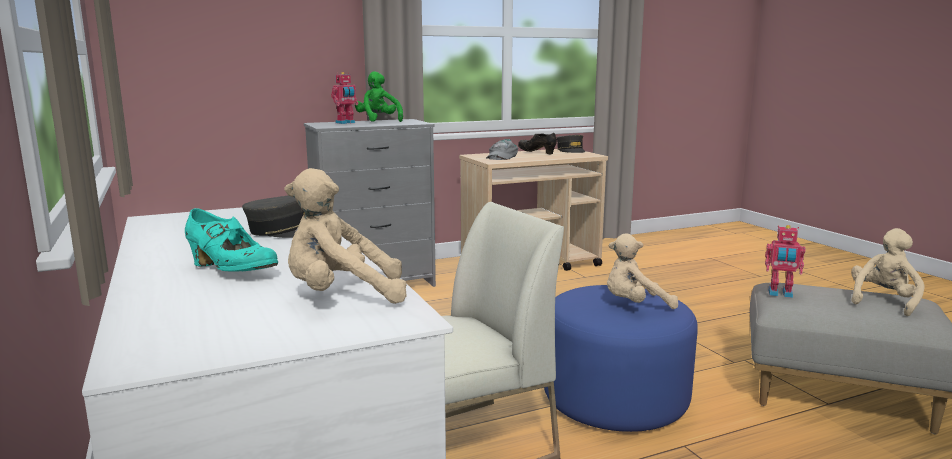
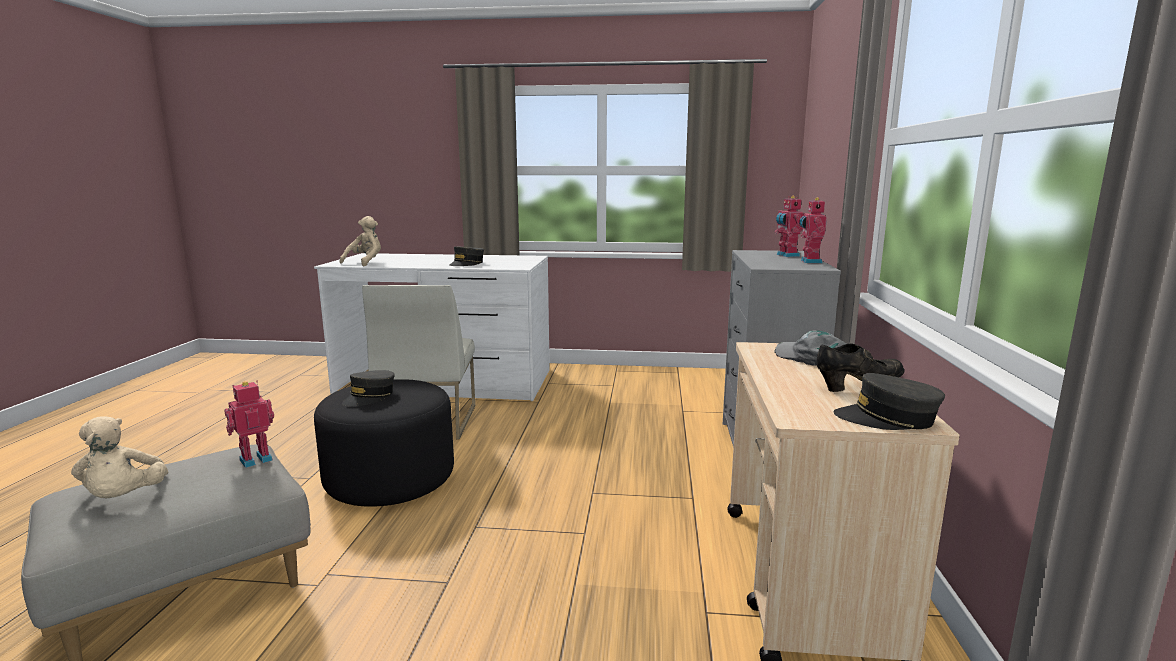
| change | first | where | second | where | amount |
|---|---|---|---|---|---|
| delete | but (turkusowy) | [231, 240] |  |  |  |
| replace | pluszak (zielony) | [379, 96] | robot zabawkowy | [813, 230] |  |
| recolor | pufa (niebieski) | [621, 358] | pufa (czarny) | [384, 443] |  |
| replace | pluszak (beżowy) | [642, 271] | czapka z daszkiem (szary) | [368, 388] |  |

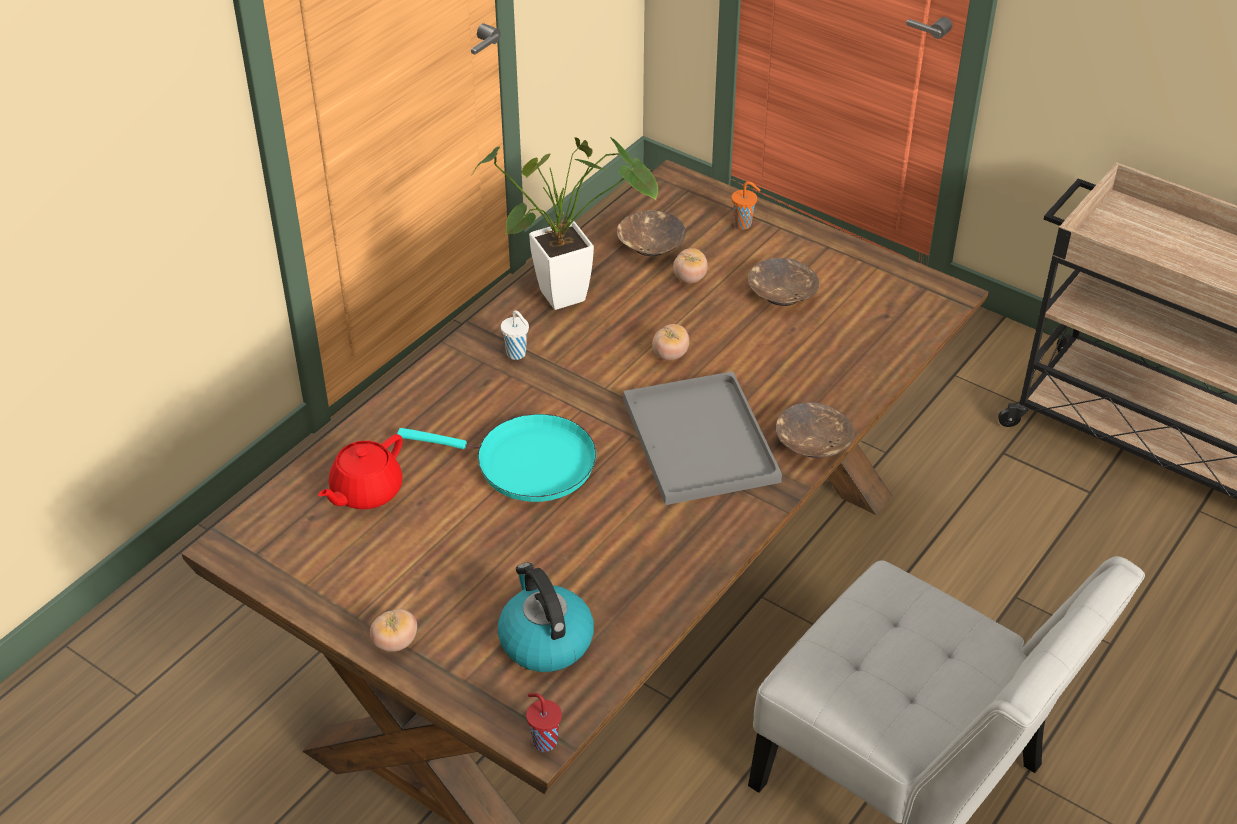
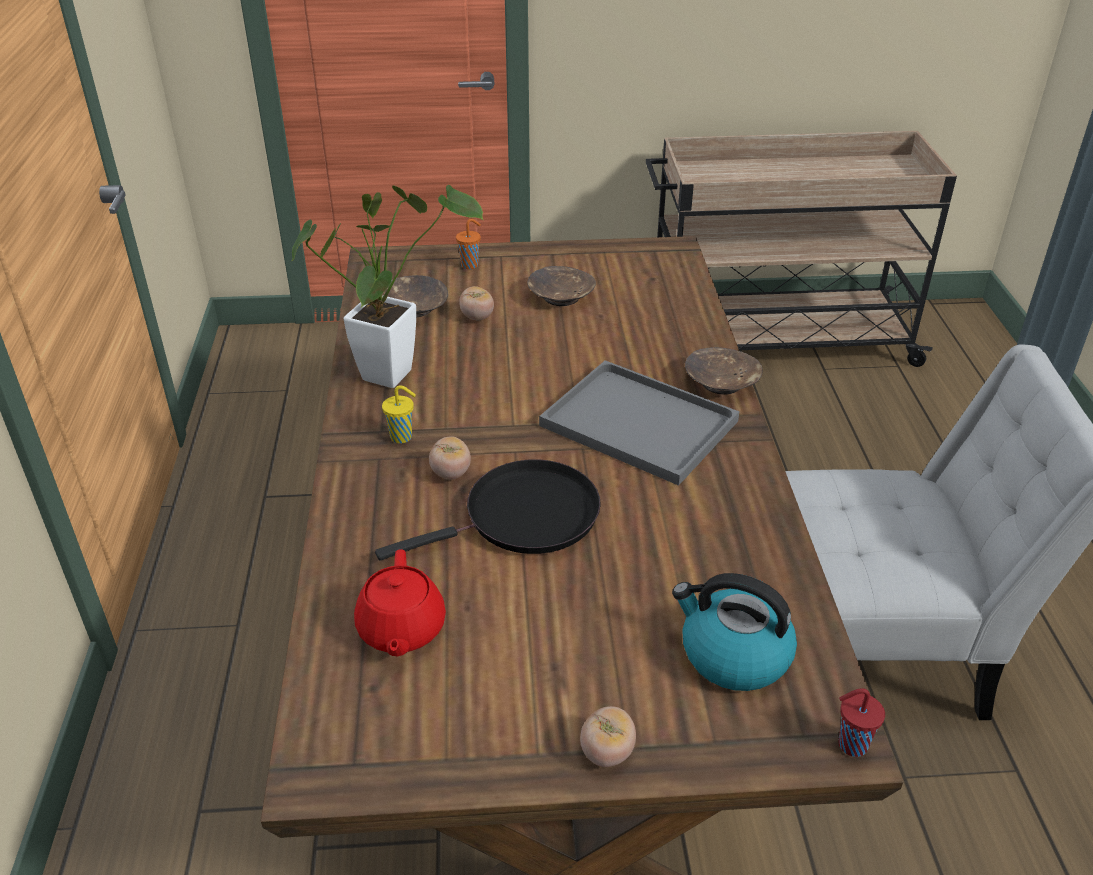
| change | first | where | second | where | amount |
|---|---|---|---|---|---|
| recolor | patelnia (turkusowy) | [496, 458] | patelnia (czarny) | [488, 510] |  |
| recolor | filiżanka (biały) | [515, 335] | filiżanka (żółty) | [399, 414] |  |
| move | pomidor | [670, 342] |  | [450, 458] |  |

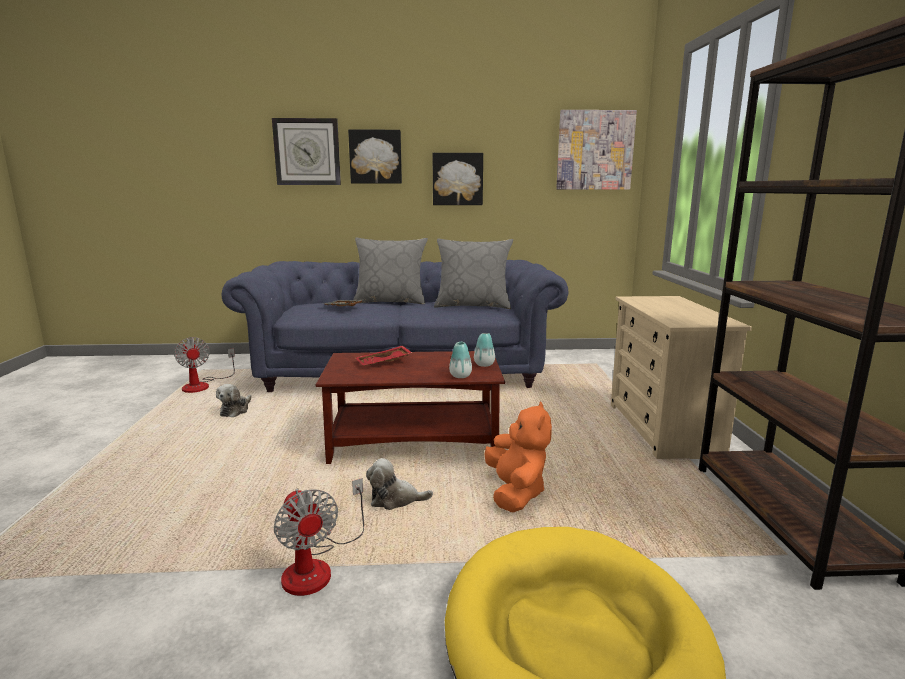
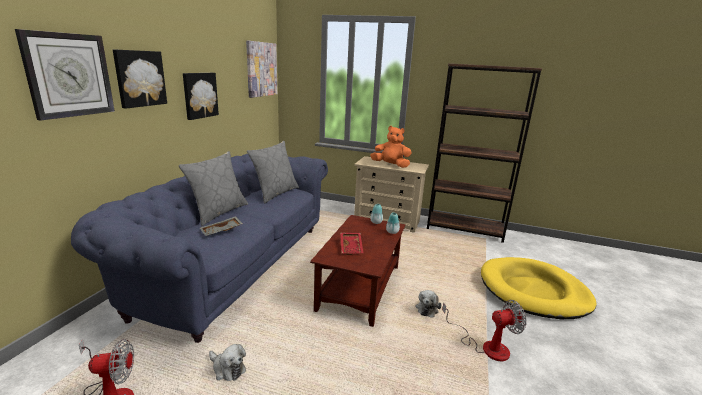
| change | first | where | second | where | amount |
|---|---|---|---|---|---|
| move | pluszak (pomarańczowy) | [518, 457] |  | [391, 147] |  |

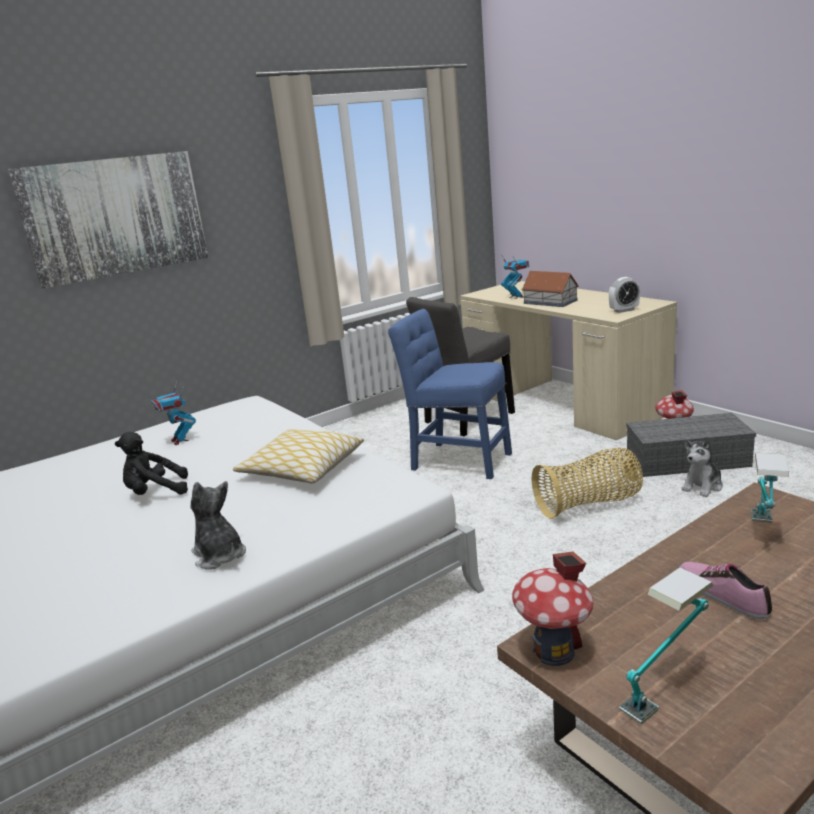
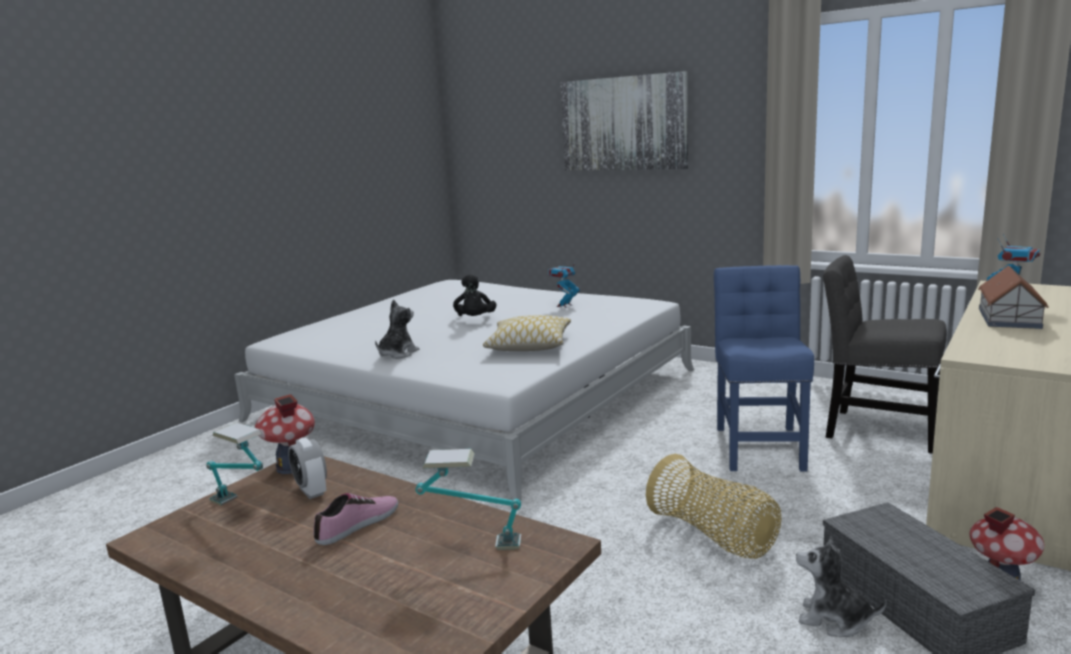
| change | first | where | second | where | amount |
|---|---|---|---|---|---|
| rotate | pluszak (czarny) | [151, 463] |  | [474, 295] | 150 degrees counterclockwise |
| move | budzik | [624, 295] |  | [307, 468] |  |

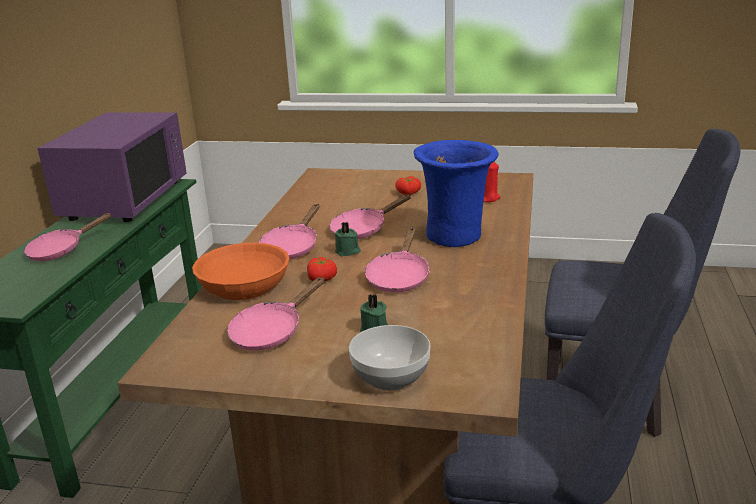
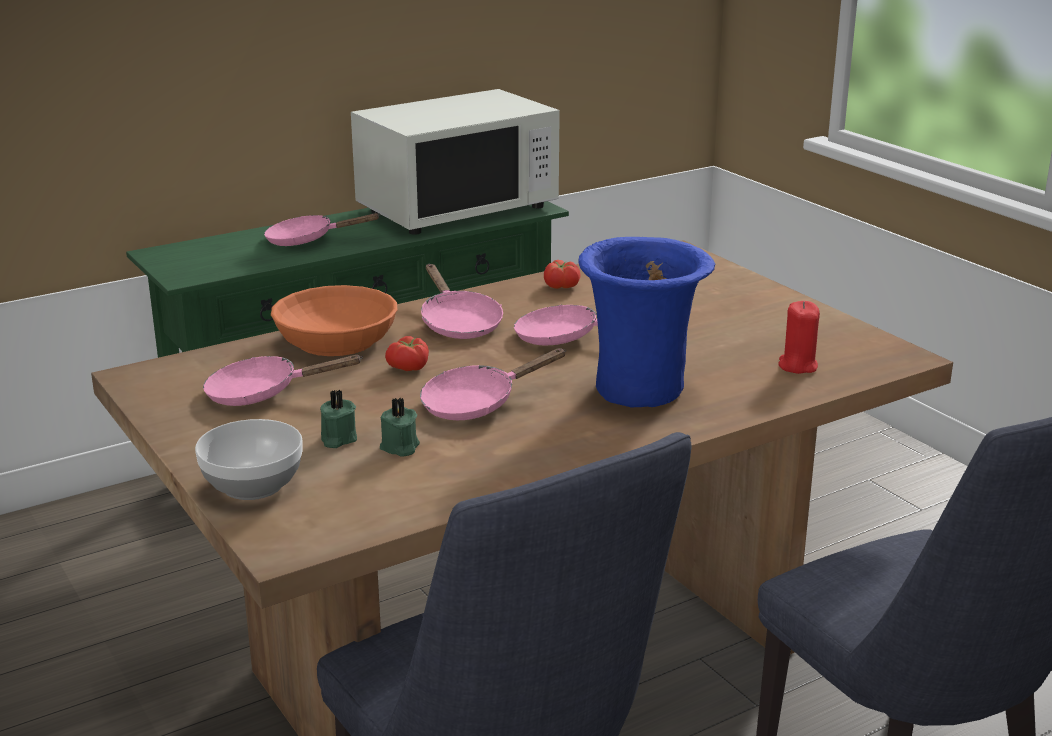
| change | first | where | second | where | amount |
|---|---|---|---|---|---|
| recolor | mikrofalówka (fioletowy) | [112, 167] | mikrofalówka (biały) | [455, 162] |  |
| rotate | patelnia (różowy) | [289, 231] |  | [462, 301] | 90 degrees counterclockwise |
| move | świeca (zielony) | [348, 239] |  | [400, 427] |  |
| move | pomidor | [408, 185] |  | [562, 274] |  |

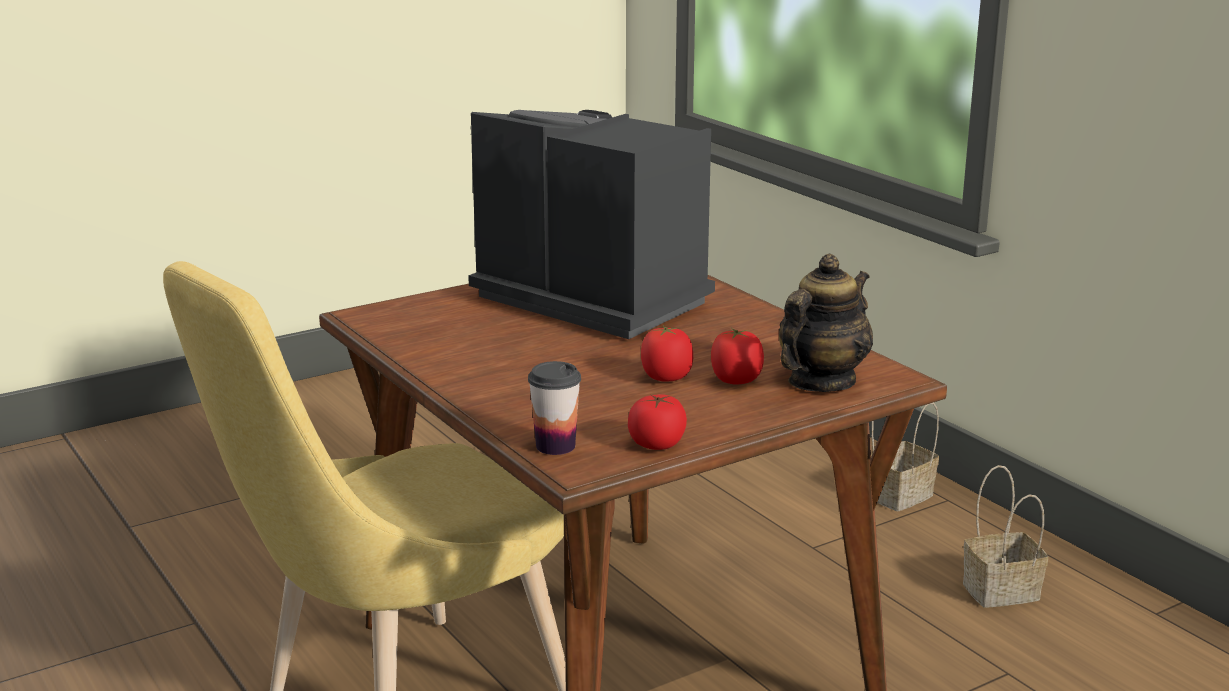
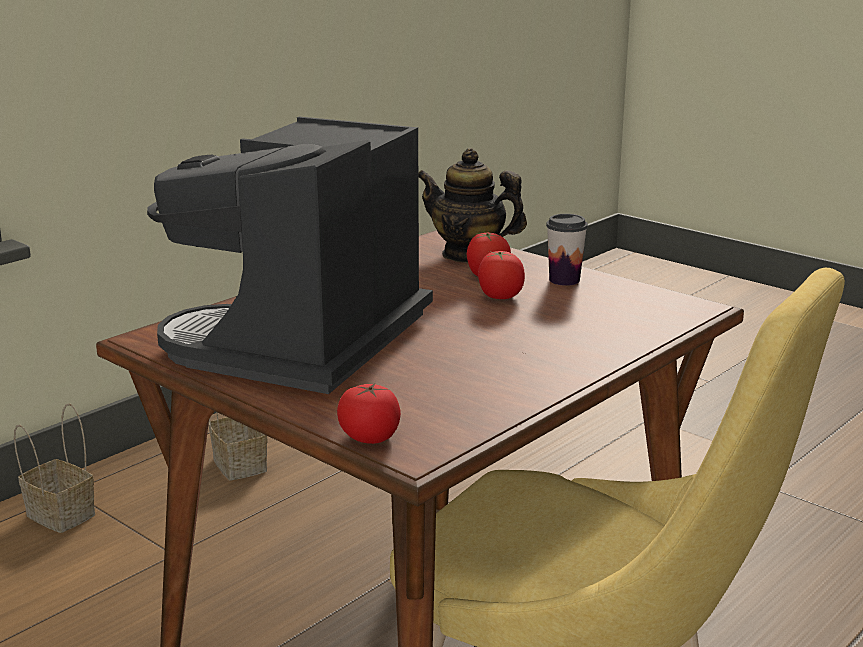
| change | first | where | second | where | amount |
|---|---|---|---|---|---|
| move | filiżanka | [554, 408] |  | [567, 250] |  |
| move | pomidor | [657, 422] |  | [369, 413] |  |

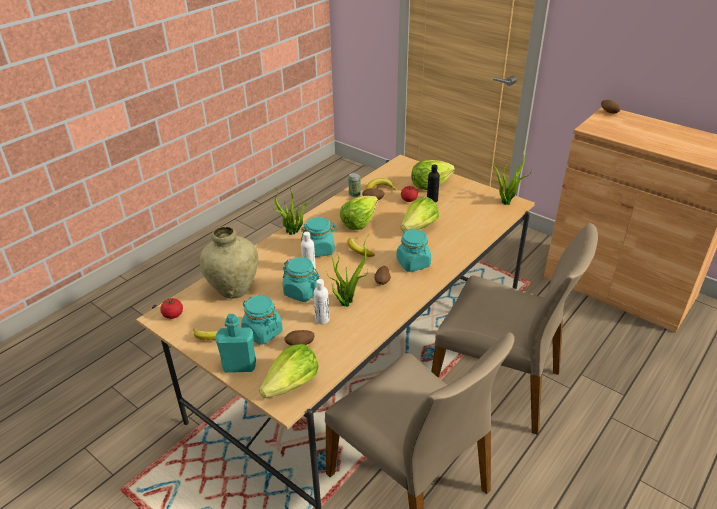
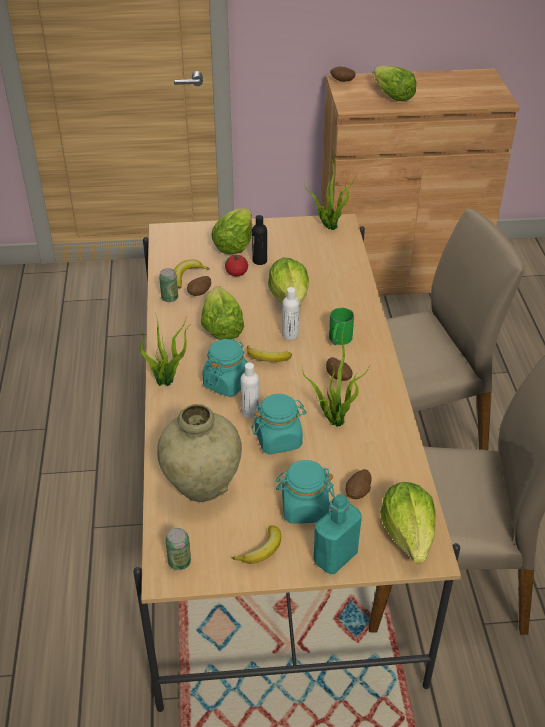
| change | first | where | second | where | amount |
|---|---|---|---|---|---|
| replace | pomidor | [171, 308] | puszka | [178, 549] |  |
| move | butelka (biały) | [321, 301] |  | [290, 313] |  |
| replace | słoik (turkusowy) | [413, 250] | kubek (zielony) | [341, 326] |  |
| insert |  |  | sałata | [394, 83] |  |

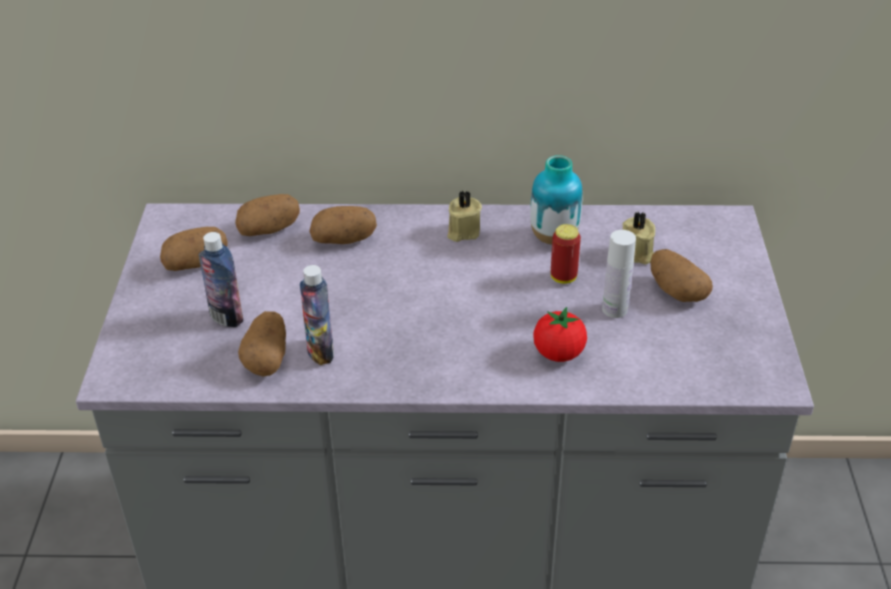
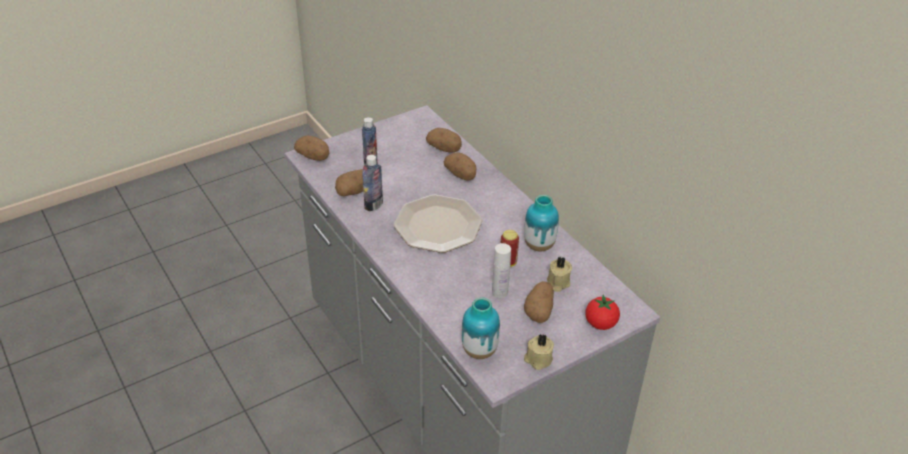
| change | first | where | second | where | amount |
|---|---|---|---|---|---|
| move | ziemniak | [194, 249] |  | [311, 148] |  |
| move | świeca (beżowy) | [464, 216] |  | [539, 352] |  |
| move | pomidor | [560, 334] |  | [602, 312] |  |
| insert |  |  | talerz | [438, 224] |  |
| insert |  |  | wazon | [481, 328] |  |

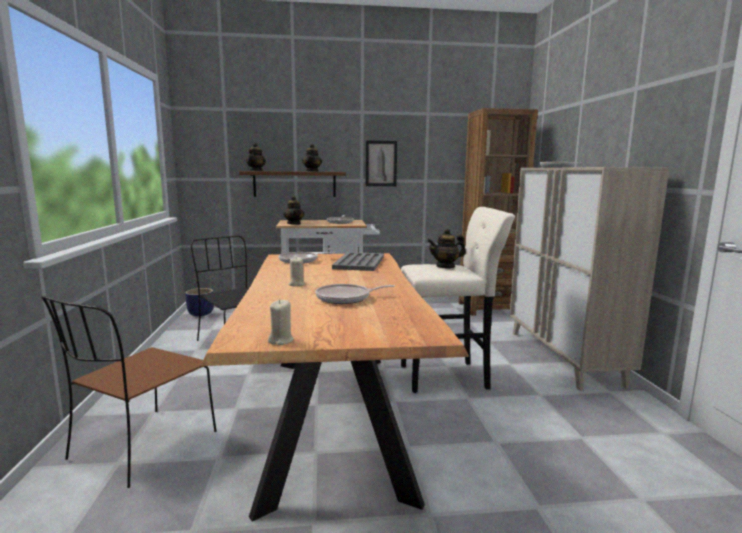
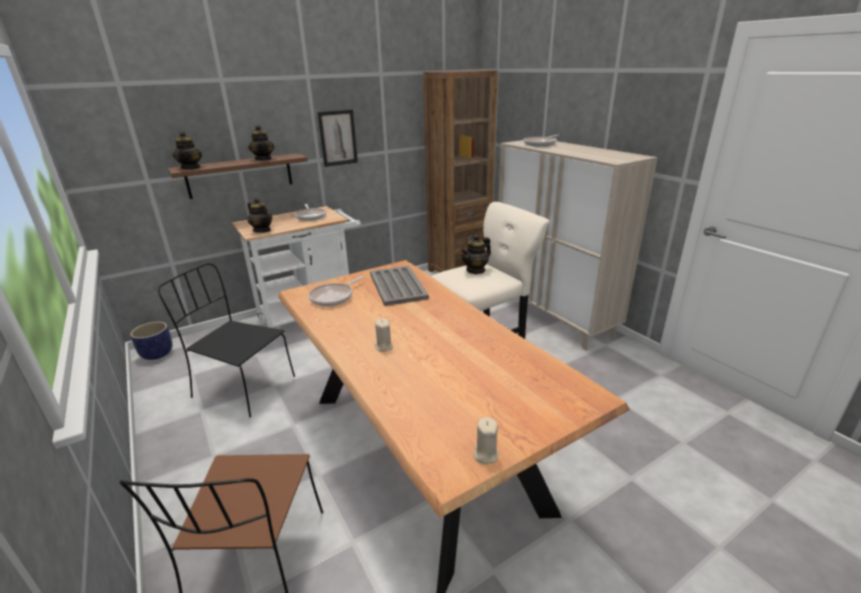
| change | first | where | second | where | amount |
|---|---|---|---|---|---|
| delete | patelnia | [355, 294] |  |  |  |

